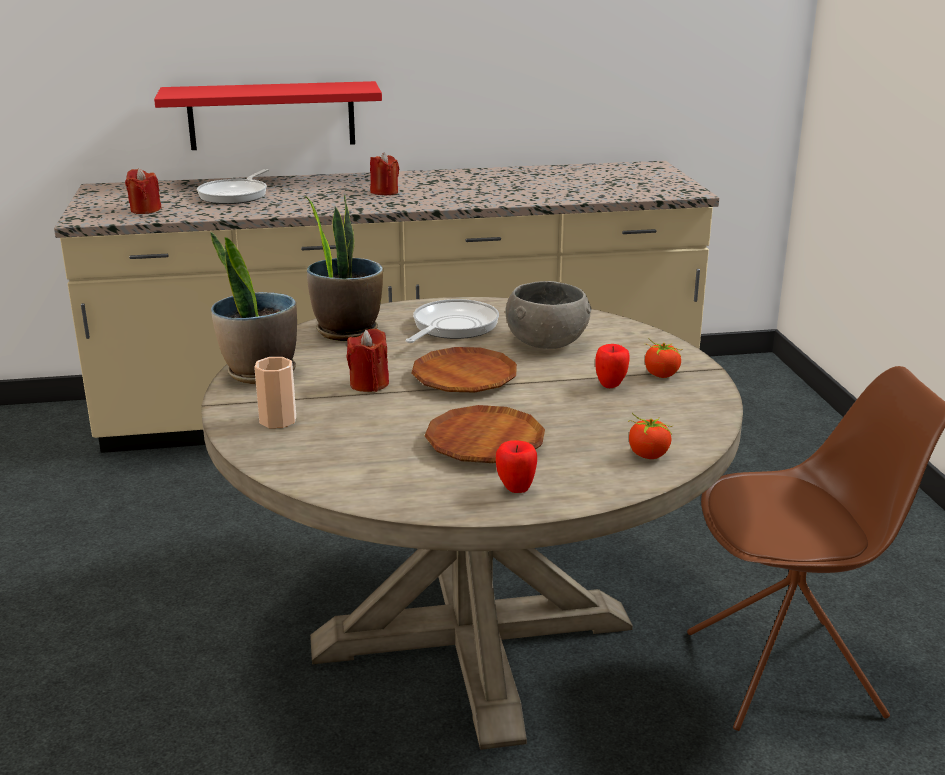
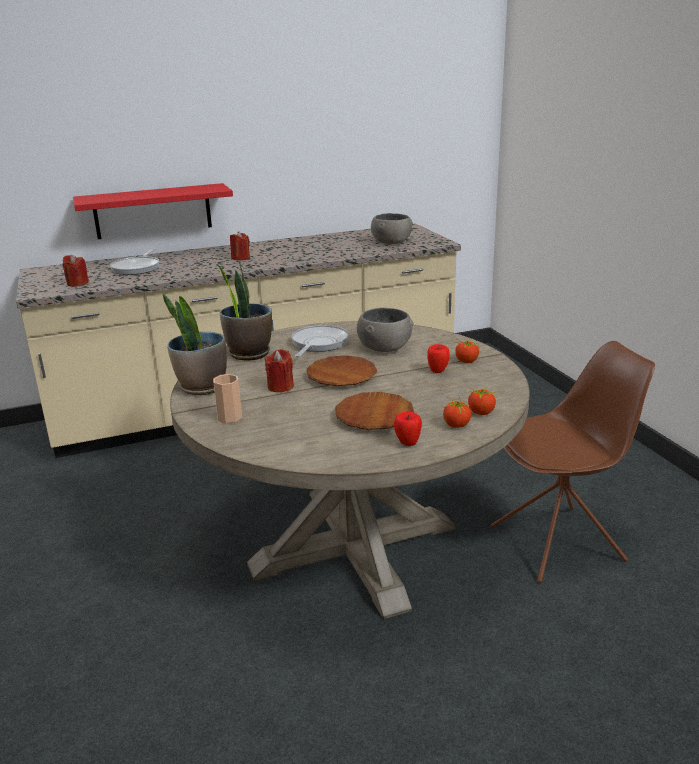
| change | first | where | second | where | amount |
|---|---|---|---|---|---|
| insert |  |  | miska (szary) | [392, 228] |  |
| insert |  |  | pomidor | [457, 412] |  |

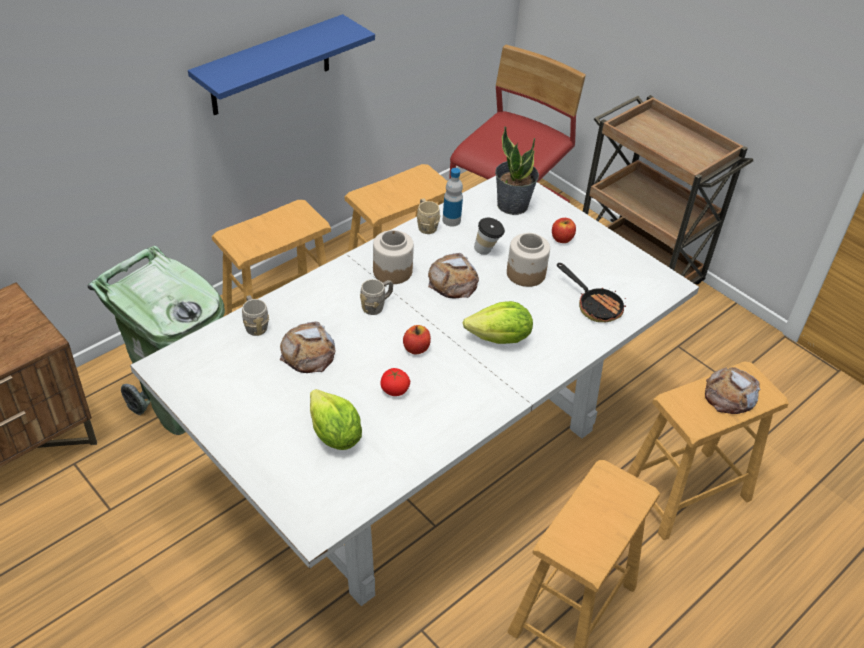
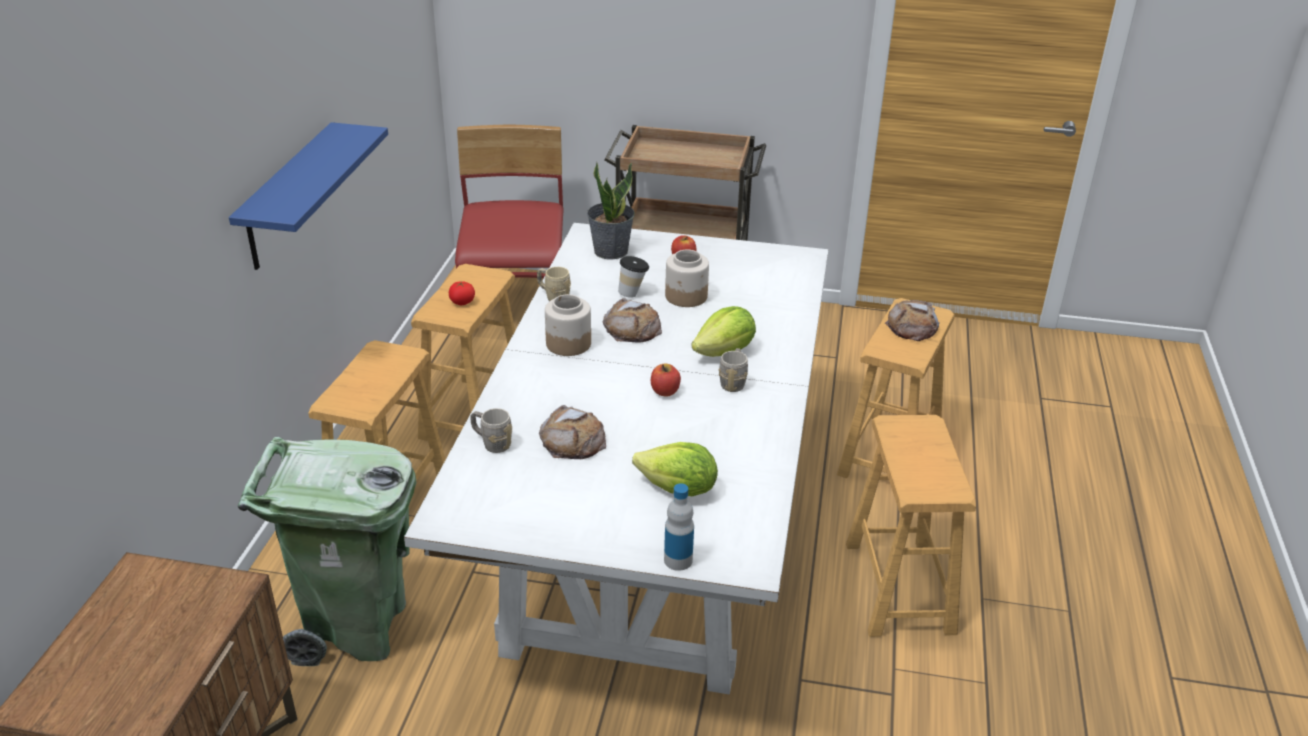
| change | first | where | second | where | amount |
|---|---|---|---|---|---|
| move | kubek (szary) | [376, 297] |  | [733, 370] |  |
| move | pomidor | [395, 382] |  | [462, 293] |  |
| move | butelka | [453, 197] |  | [679, 527] |  |
| delete | patelnia | [591, 293] |  |  |  |

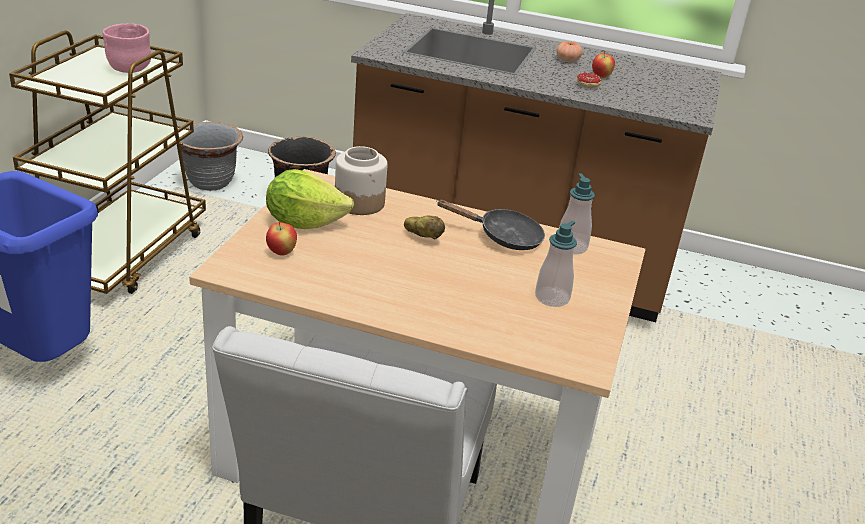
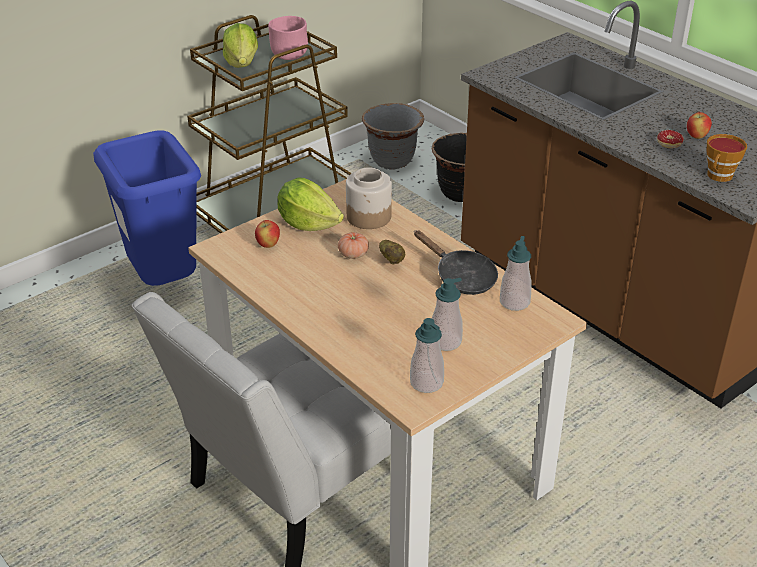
| change | first | where | second | where | amount |
|---|---|---|---|---|---|
| move | pomidor | [569, 51] |  | [353, 245] |  |
| insert |  |  | sałata | [240, 45] |  |
| insert |  |  | dozownik mydła | [427, 355] |  |
| insert |  |  | filiżanka | [727, 158] |  |

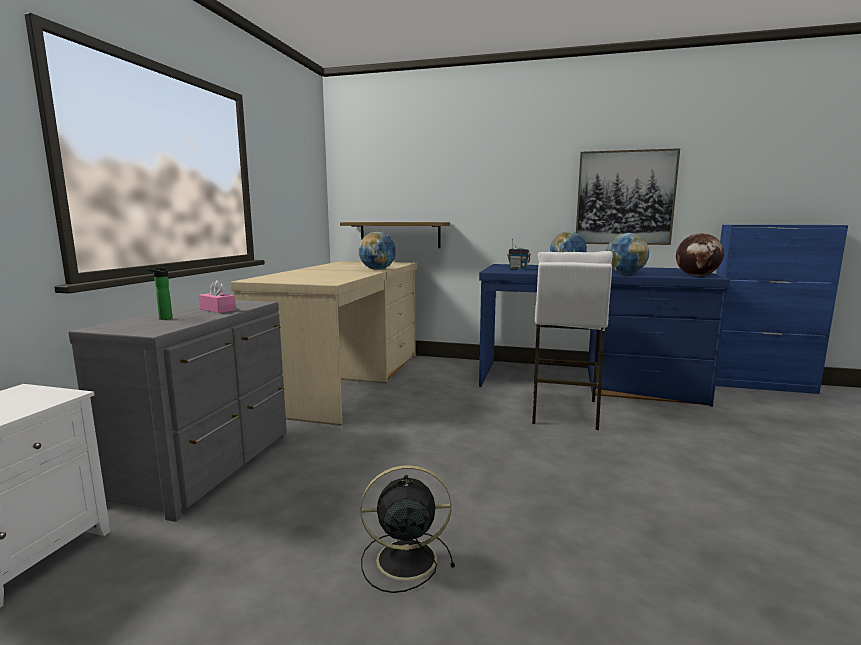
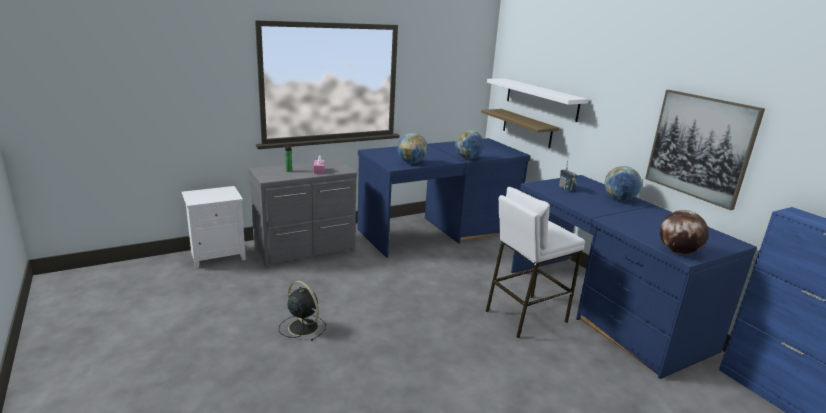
| change | first | where | second | where | amount |
|---|---|---|---|---|---|
| recolor | biurko (beżowy) | [323, 343] | biurko (niebieski) | [444, 198] |  |
| move | globus | [627, 253] |  | [412, 148] |  |
| insert |  |  | półka (biały) | [538, 100] |  |

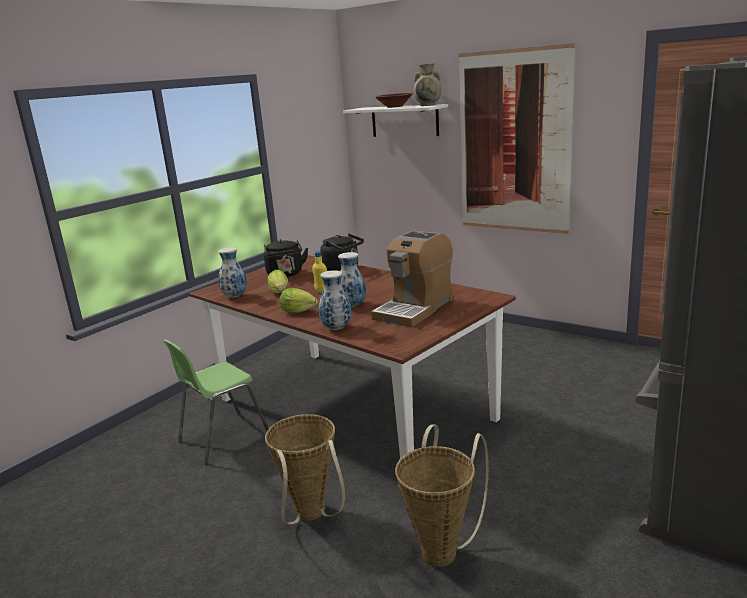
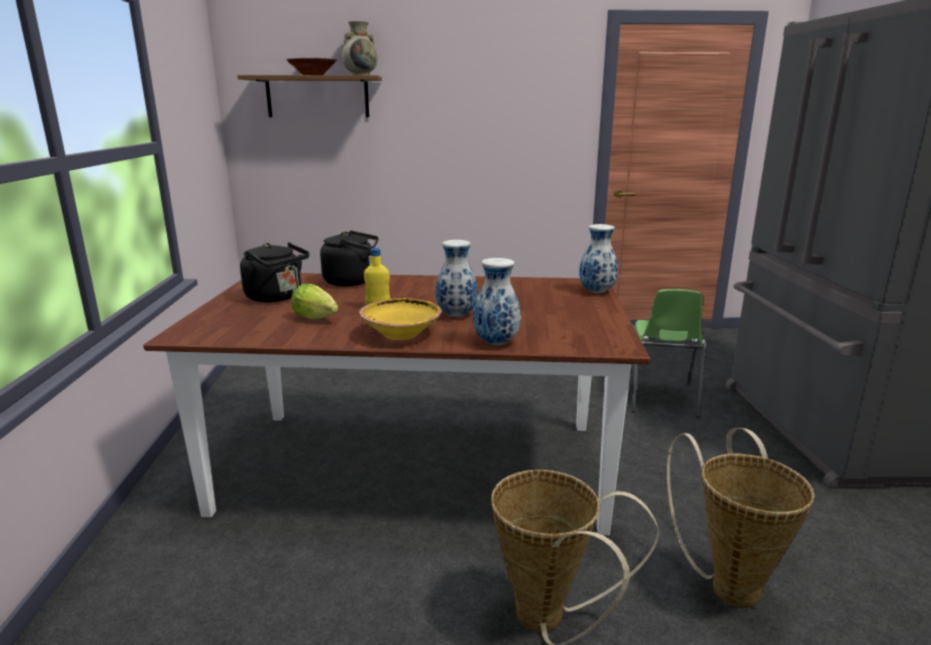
| change | first | where | second | where | amount |
|---|---|---|---|---|---|
| move | krzesło (zielony) | [216, 402] |  | [668, 353] |  |
| move | wazon | [232, 272] |  | [598, 258] |  |
| replace | sałata | [298, 300] | miska (żółty) | [400, 319] |  |
| recolor | półka (biały) | [395, 120] | półka (brązowy) | [309, 96] |  |
| delete | ekspres do kawy | [412, 278] |  |  |  |
| delete | obraz | [517, 138] |  |  |  |

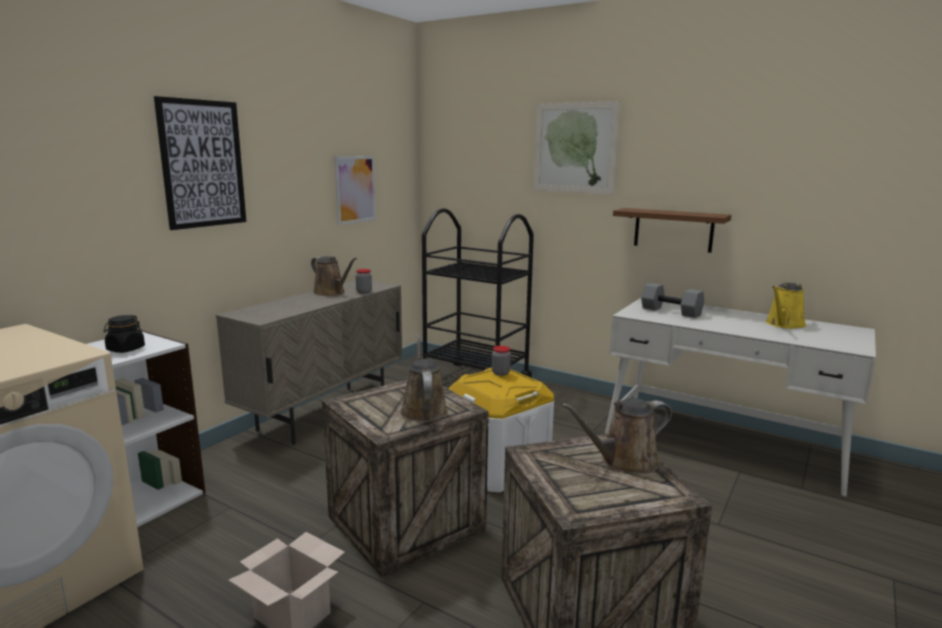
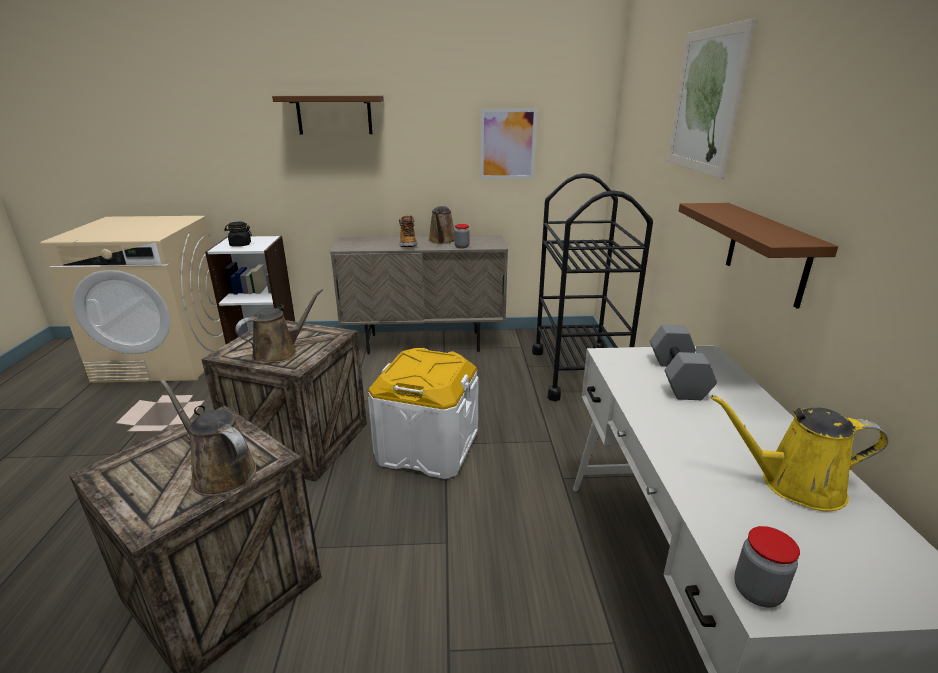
| change | first | where | second | where | amount |
|---|---|---|---|---|---|
| replace | obraz | [200, 163] | półka (brązowy) | [328, 114] |  |
| move | słoik | [501, 361] |  | [767, 566] |  |
| insert |  |  | but z cholewką | [408, 231] |  |

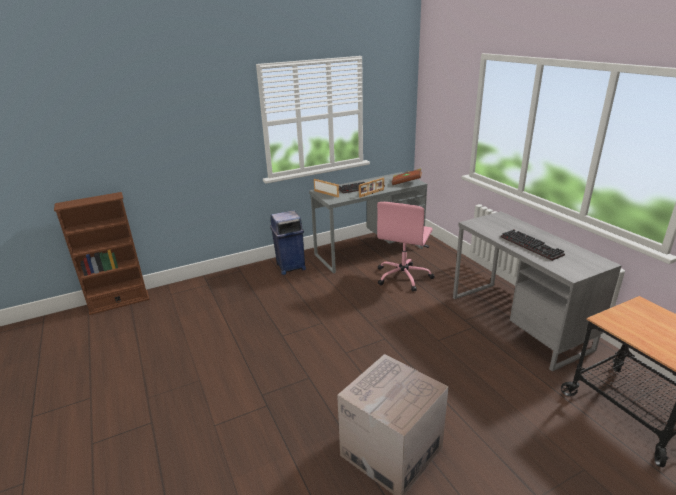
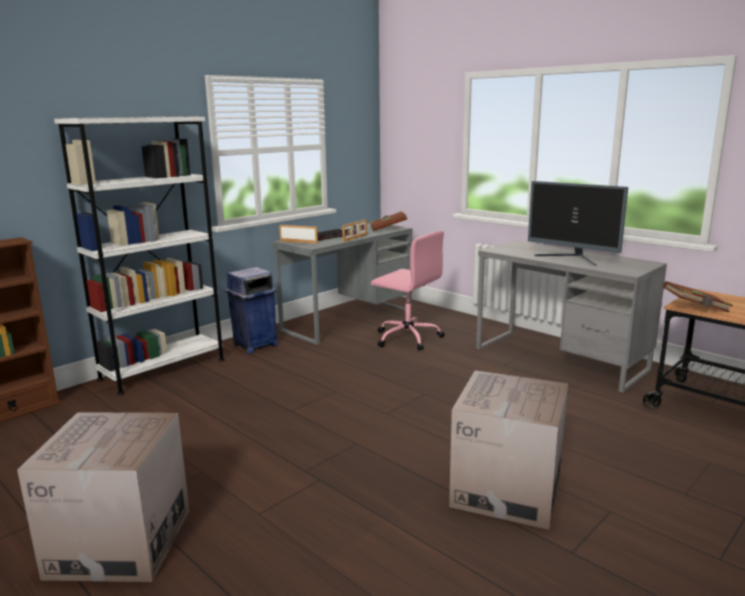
| change | first | where | second | where | amount |
|---|---|---|---|---|---|
| rotate | krzesło biurowe (różowy) | [406, 247] |  | [407, 291] | 60 degrees counterclockwise |
| replace | klawiatura | [533, 245] | monitor | [578, 223] |  |
| insert |  |  | karton | [103, 497] |  |
| insert |  |  | regał (biały) | [139, 255] |  |
| insert |  |  | książka (brązowy) | [698, 297] |  |

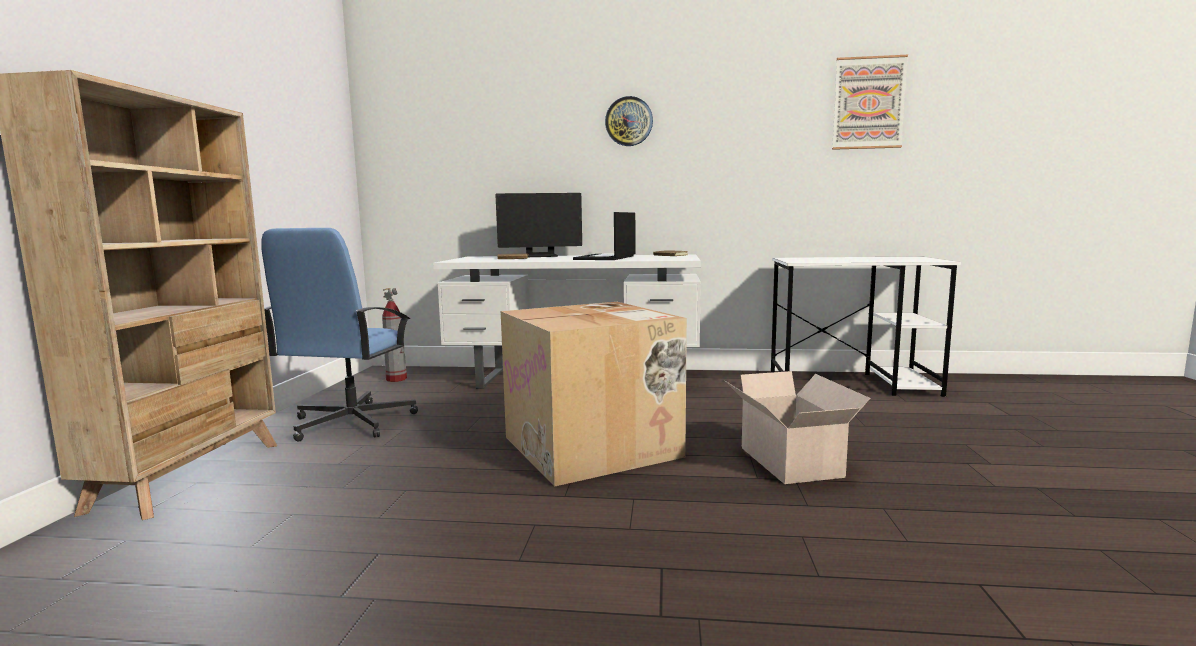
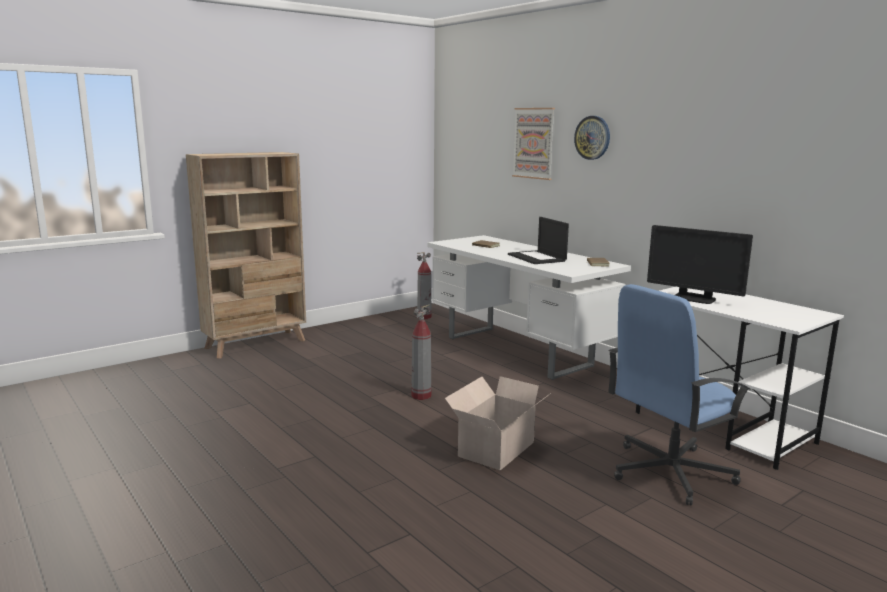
| change | first | where | second | where | amount |
|---|---|---|---|---|---|
| move | krzesło biurowe (niebieski) | [339, 335] |  | [679, 395] |  |
| move | monitor | [538, 225] |  | [700, 264] |  |
| replace | karton | [594, 394] | gaśnica | [421, 352] |  |
| rotate | laptop | [604, 236] |  | [538, 240] | 90 degrees counterclockwise |
| move | obraz | [870, 102] |  | [533, 144] |  |

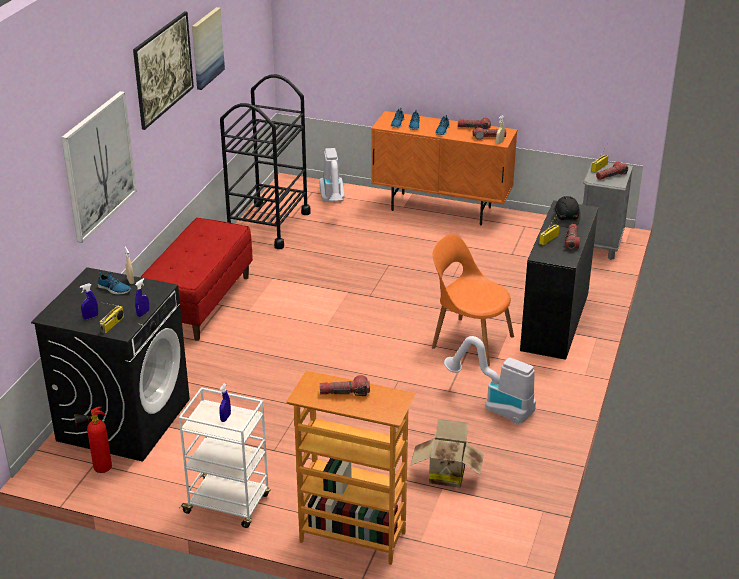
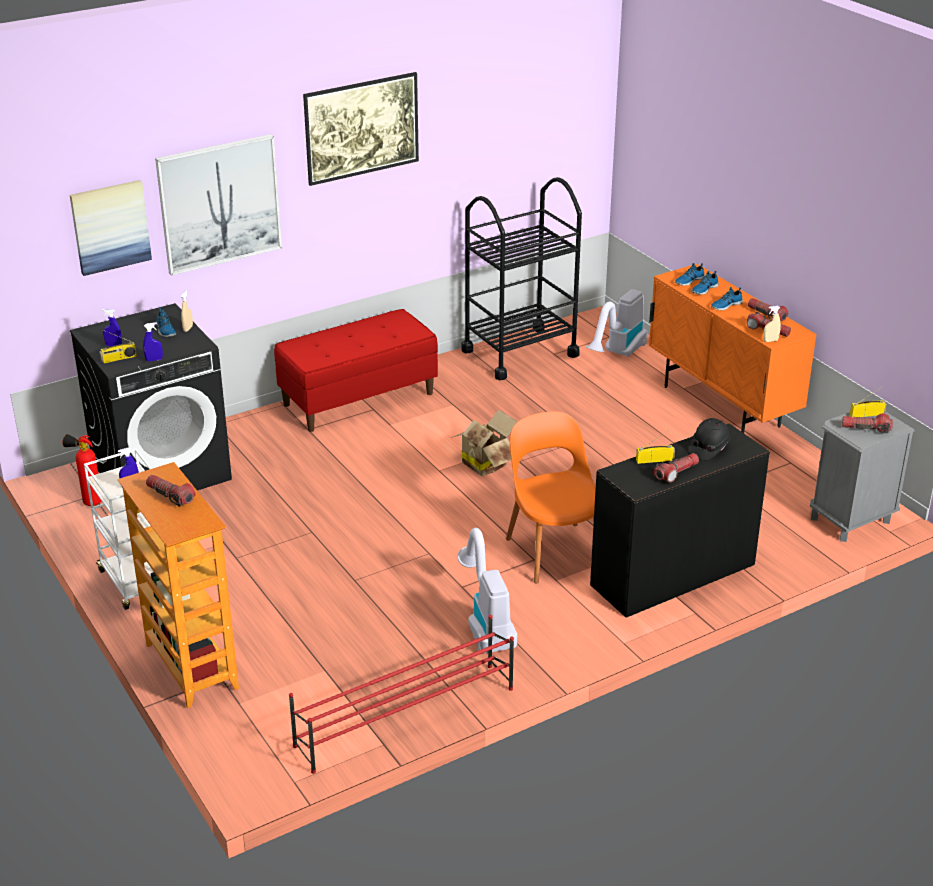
| change | first | where | second | where | amount |
|---|---|---|---|---|---|
| move | obraz | [208, 48] |  | [111, 228] |  |
| move | karton | [447, 453] |  | [484, 443] |  |
| insert |  |  | regał na buty (czerwony) | [401, 694] |  |

